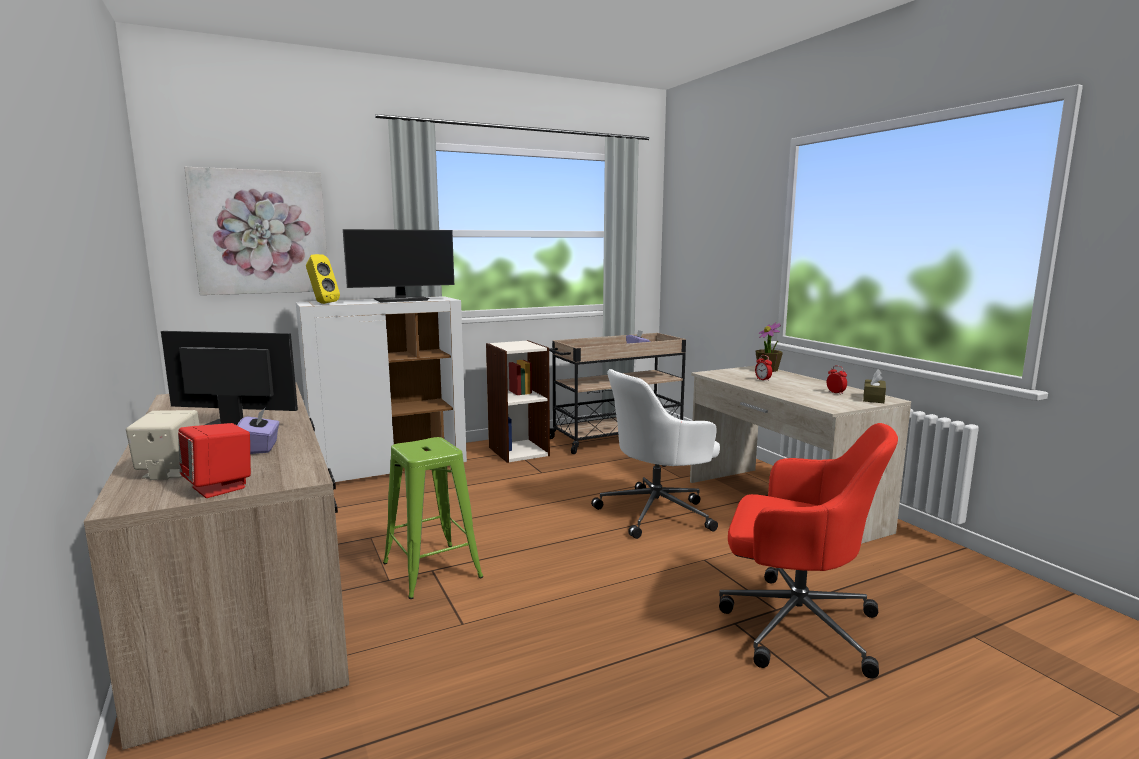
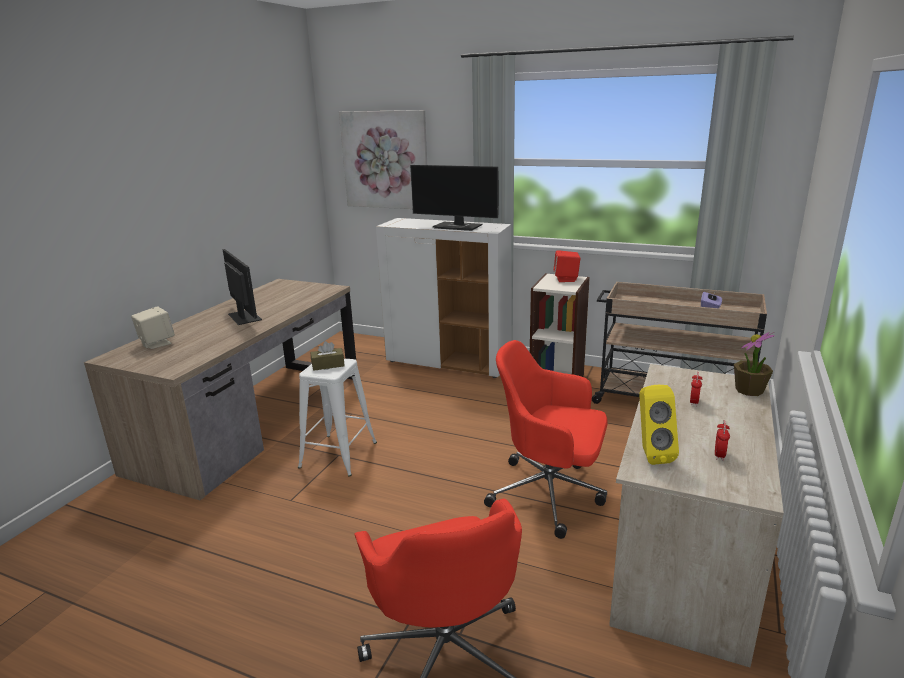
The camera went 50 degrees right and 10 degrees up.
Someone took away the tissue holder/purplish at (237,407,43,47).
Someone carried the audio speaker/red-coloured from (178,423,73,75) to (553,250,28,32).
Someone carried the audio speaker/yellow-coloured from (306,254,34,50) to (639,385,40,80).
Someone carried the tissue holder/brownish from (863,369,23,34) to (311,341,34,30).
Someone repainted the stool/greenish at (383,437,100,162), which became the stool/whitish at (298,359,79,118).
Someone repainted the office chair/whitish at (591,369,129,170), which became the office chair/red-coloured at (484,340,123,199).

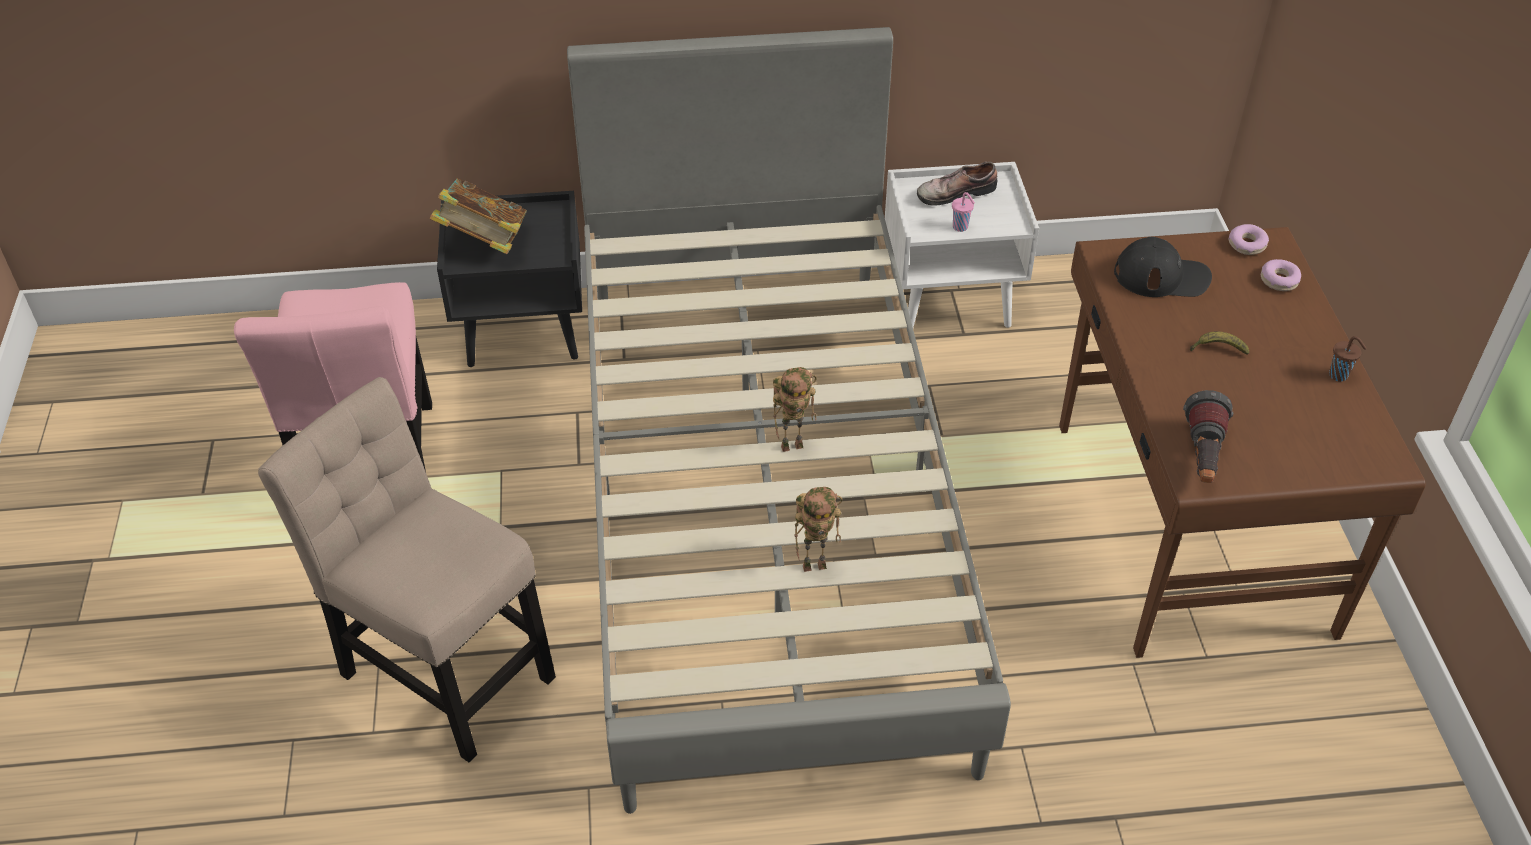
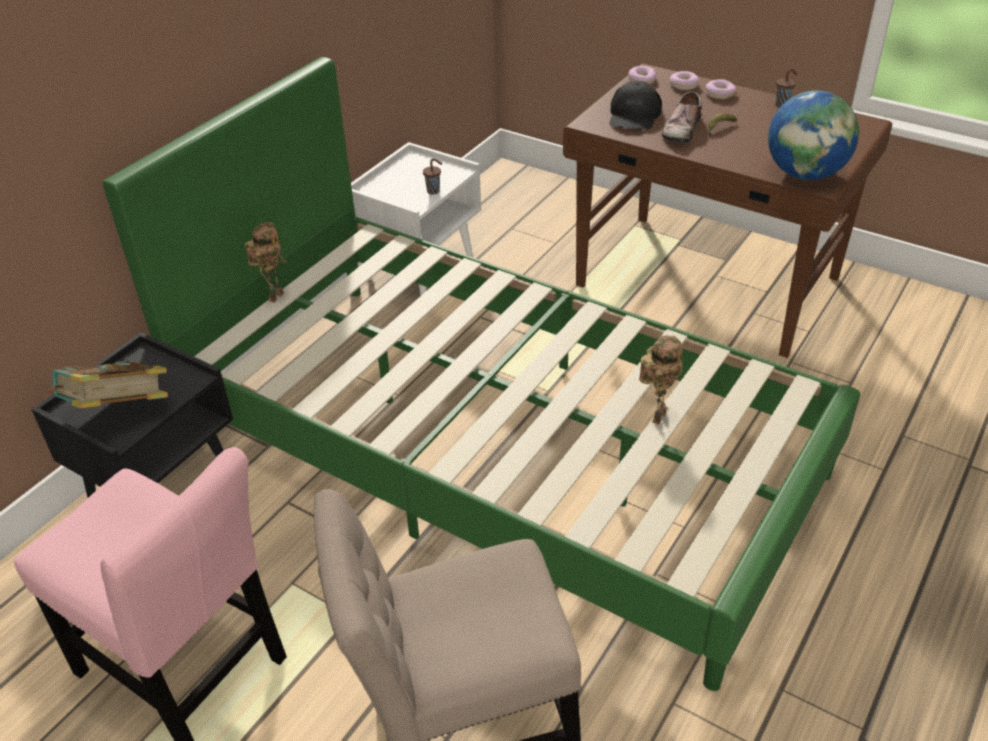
The camera went 50 degrees left and 5 degrees down.
Someone put down the ring doughnut at (706,79,30,20).
Someone carried the toy robot from (773,367,44,85) to (245,222,41,81).
Someone carried the item of footwear from (917,162,80,43) to (662,91,40,52).
Someone swapped the hand torch at (1183,390,50,93) for the world globe at (768,91,91,89).
Someone repainted the bedroom bed/grey at (567,27,444,787), which became the bedroom bed/greenish at (102,57,758,634).
Someone repainted the drinking cup/pink at (952,192,23,40), which became the drinking cup/brownish at (423,159,19,36).
Someone rotated the cap/black at (1114,237,98,60) by 150 degrees clockwise.

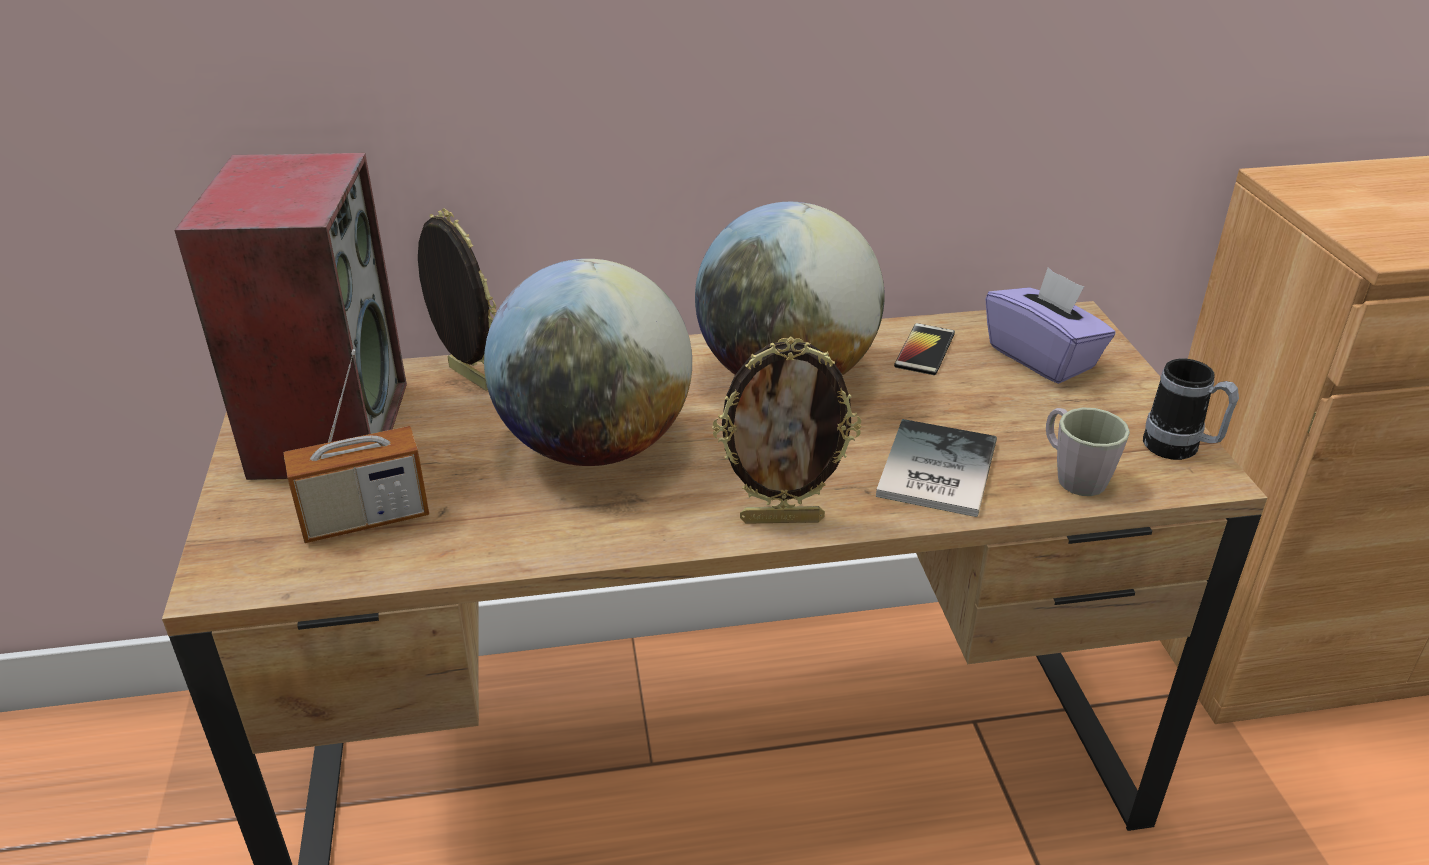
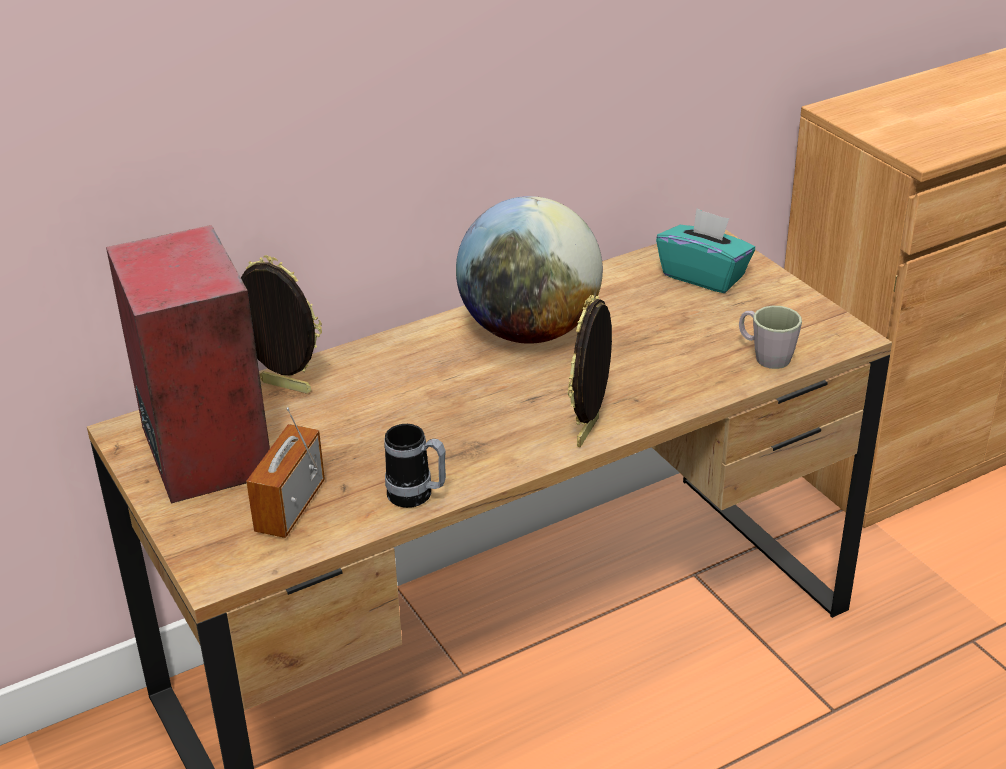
The camera went 20 degrees left and 0 degrees up.
Someone took away the world globe at (484,259,208,207).
Someone took away the book at (876,419,121,98).
Someone took away the telephone at (894,323,61,52).
Someone carried the coffee mug from (1143,359,96,101) to (384,424,62,84).
Someone repainted the tissue holder/purplish at (985,267,130,117), which became the tissue holder/turquoise at (656,208,99,85).
Someone rotated the radio at (283,349,146,194) by 150 degrees clockwise.
Someone rotated the picture frame at (712,336,149,188) by 135 degrees clockwise.

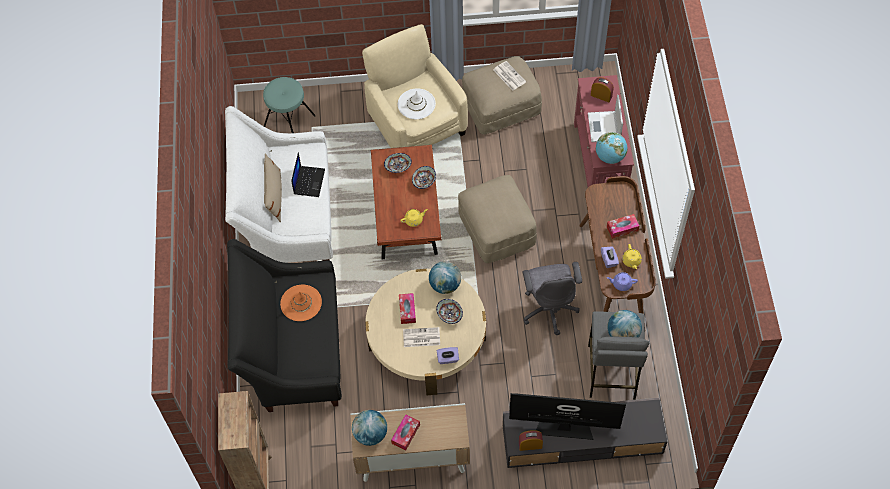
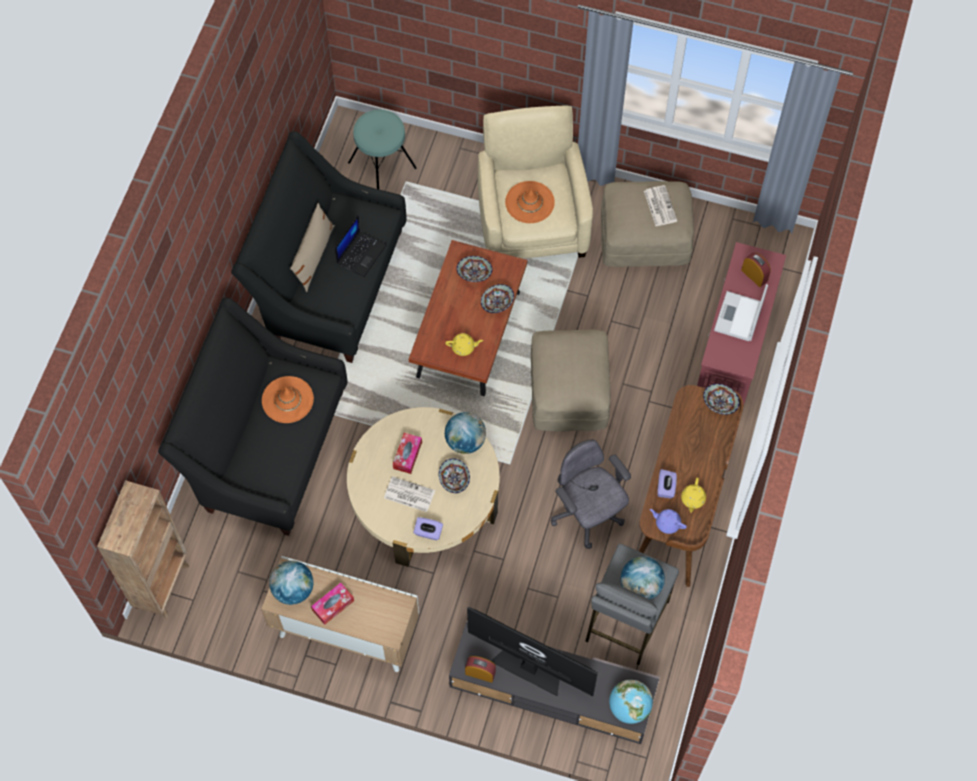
The camera went 20 degrees right and 5 degrees up.
Someone took away the tissue holder at (607,214,32,25).
Someone put down the serving bowl at (703,384,37,31).
Someone carried the world globe from (596,132,31,32) to (609,680,44,44).
Someone repainted the couch/whitish at (225,106,108,157), which became the couch/black at (231,131,176,232).
Someone repainted the hat/whitish at (398,88,38,31), which became the hat/orange-coloured at (505,181,50,42).
Someone rotated the office chair/grey at (523,262,59,73) by 135 degrees clockwise.

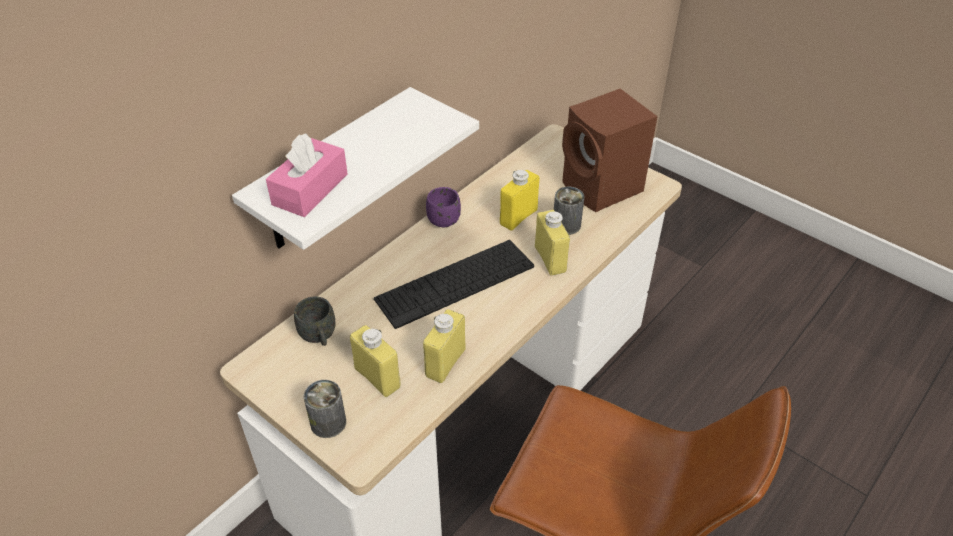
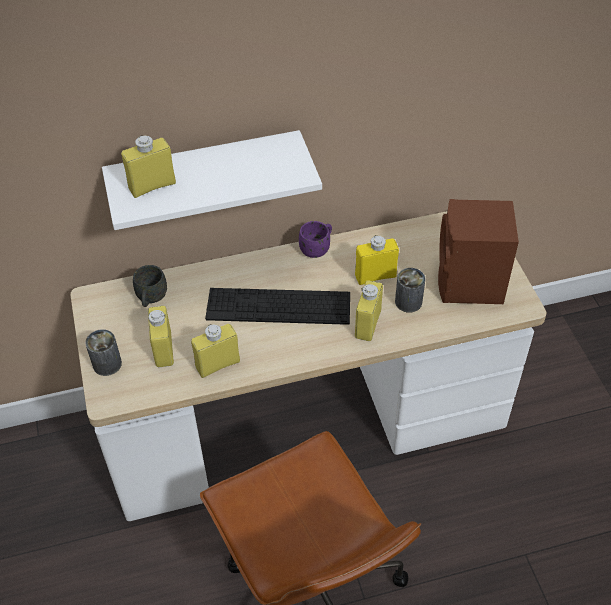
The camera went 35 degrees right and 5 degrees up.
Someone swapped the tissue holder/pink at (266,134,82,83) for the bottle/yellow-coloured at (121,136,55,62).

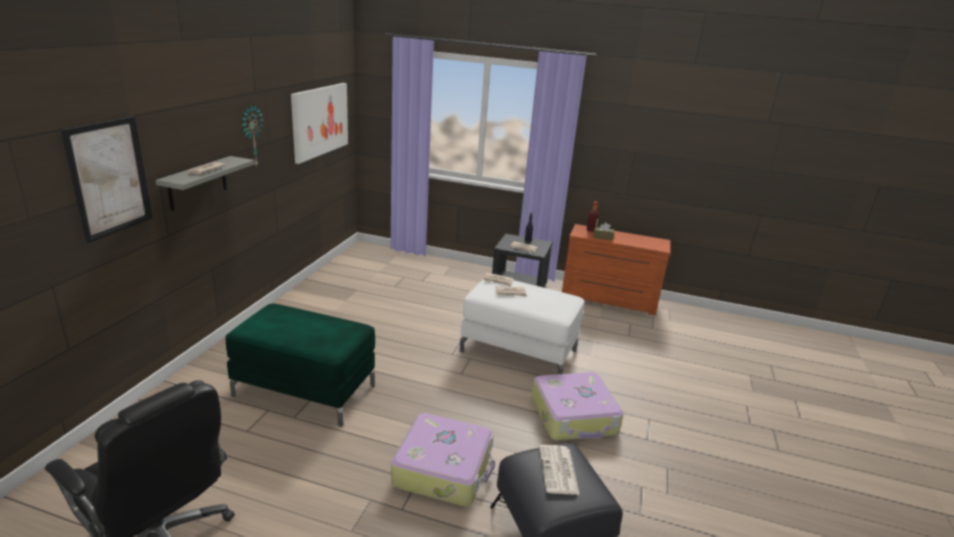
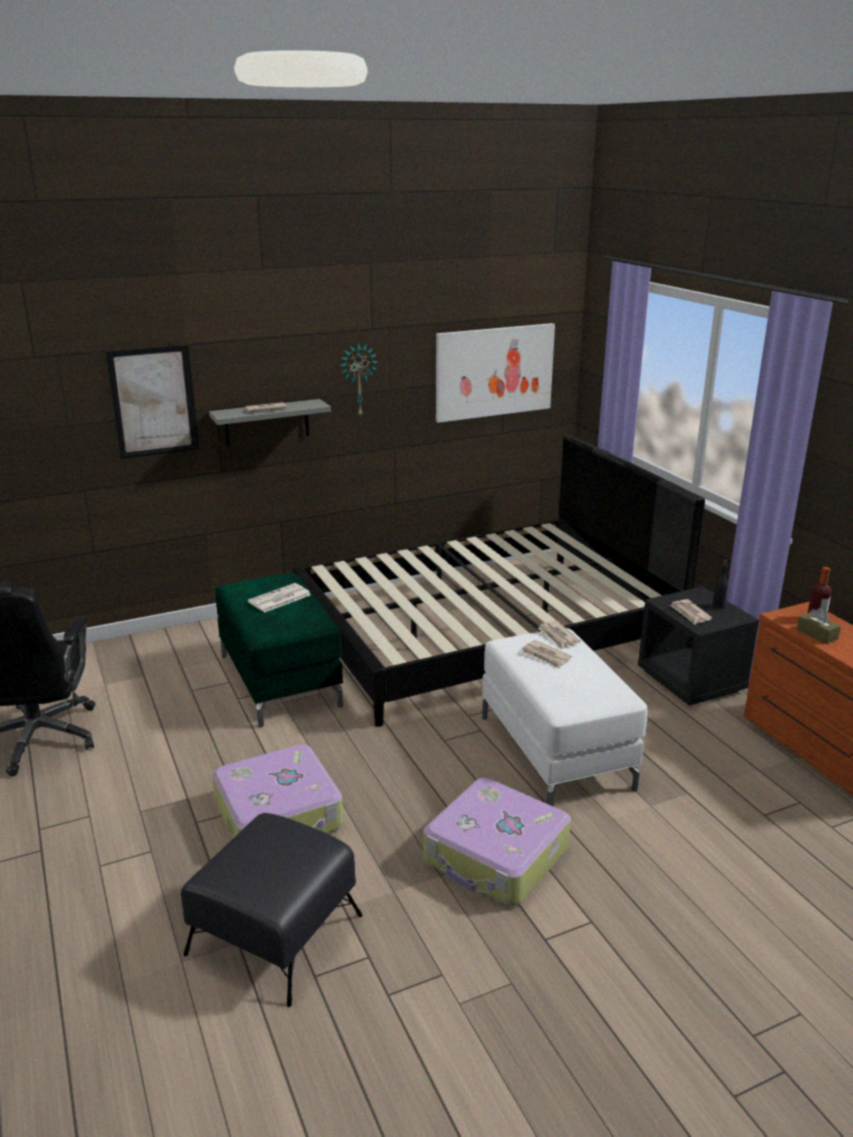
The camera went 50 degrees right and 0 degrees up.
Someone put down the bedroom bed/black at (293,434,412,293).
Someone carried the daily paper from (539,445,41,50) to (248,583,63,30).

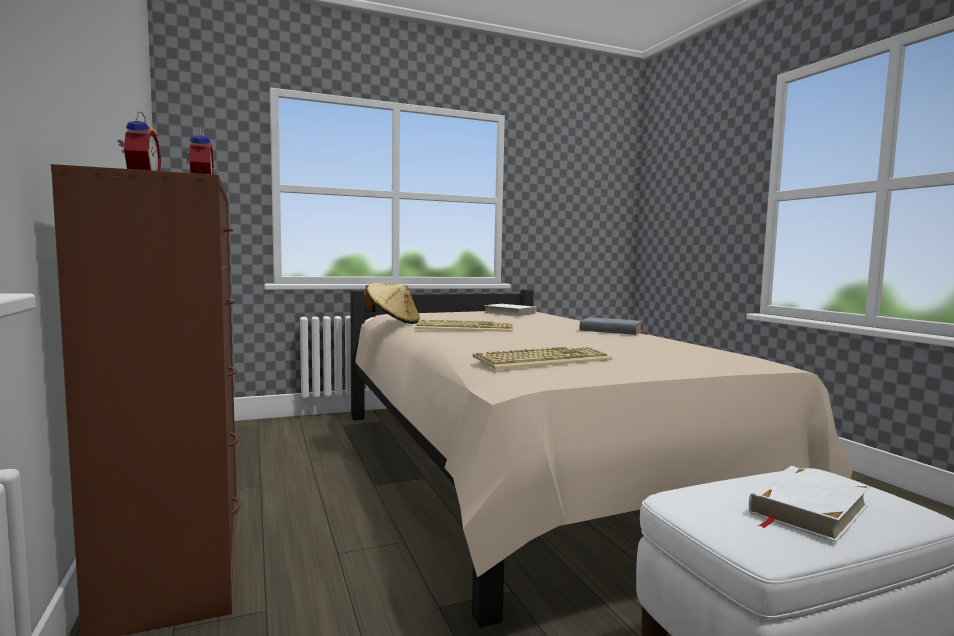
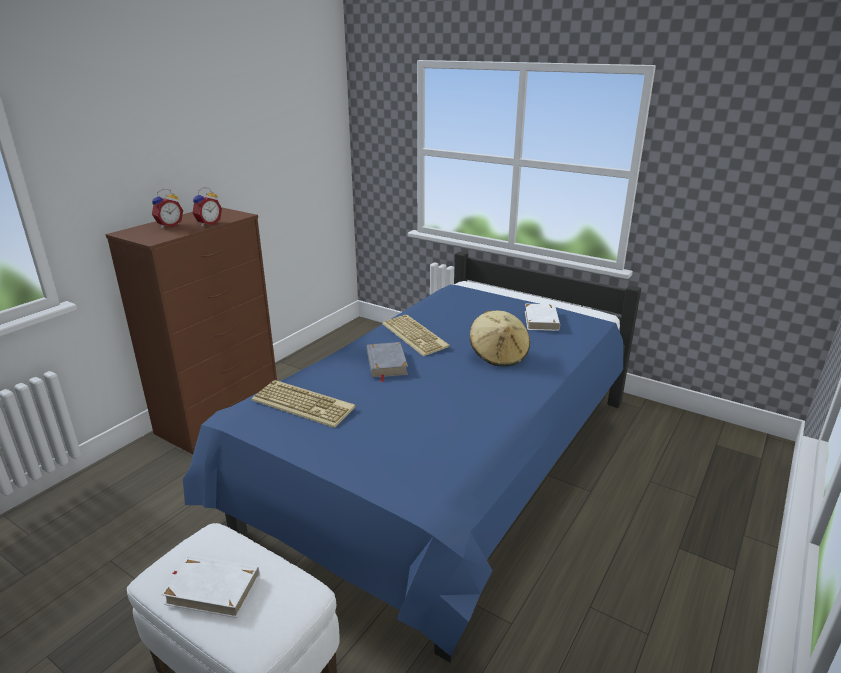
The camera went 55 degrees right and 20 degrees up.
Someone carried the hat/beige-coloured from (365,283,55,41) to (470,311,60,56).
Someone carried the book/grey from (580,317,69,18) to (366,342,42,40).
Someone repainted the bedroom bed/beige-coloured at (350,289,503,339), which became the bedroom bed/bluish at (183,252,458,411).

